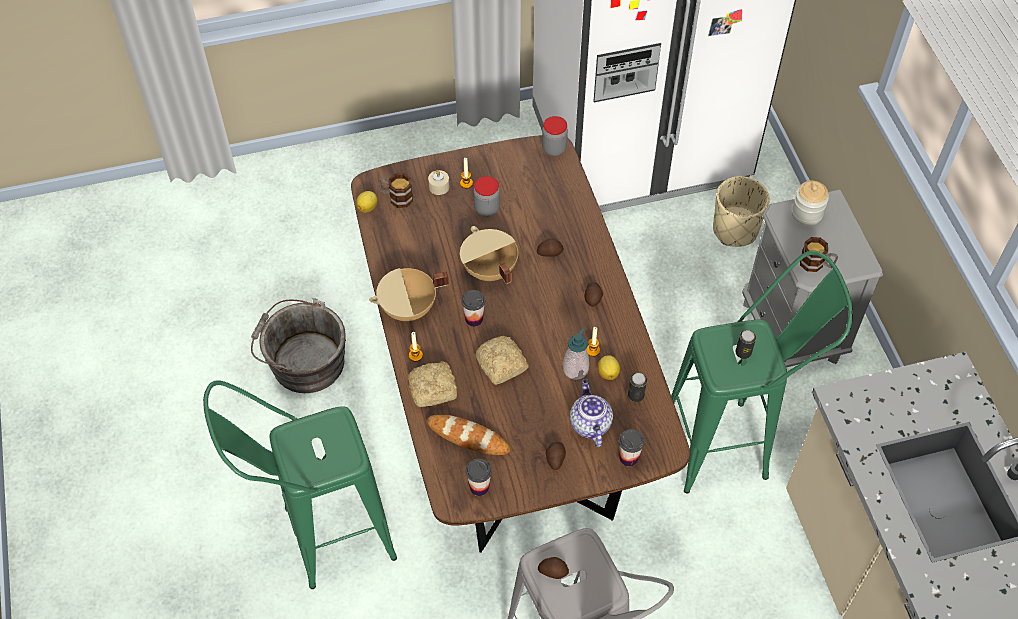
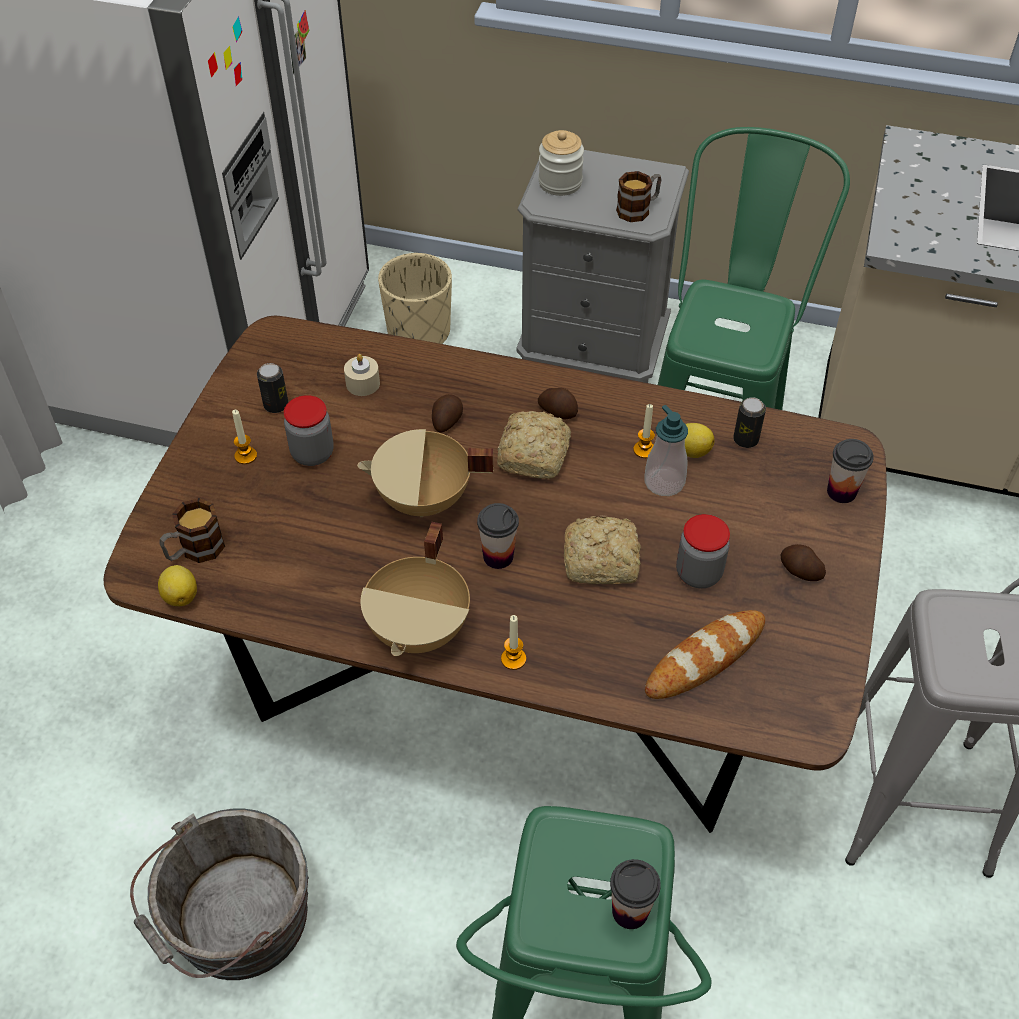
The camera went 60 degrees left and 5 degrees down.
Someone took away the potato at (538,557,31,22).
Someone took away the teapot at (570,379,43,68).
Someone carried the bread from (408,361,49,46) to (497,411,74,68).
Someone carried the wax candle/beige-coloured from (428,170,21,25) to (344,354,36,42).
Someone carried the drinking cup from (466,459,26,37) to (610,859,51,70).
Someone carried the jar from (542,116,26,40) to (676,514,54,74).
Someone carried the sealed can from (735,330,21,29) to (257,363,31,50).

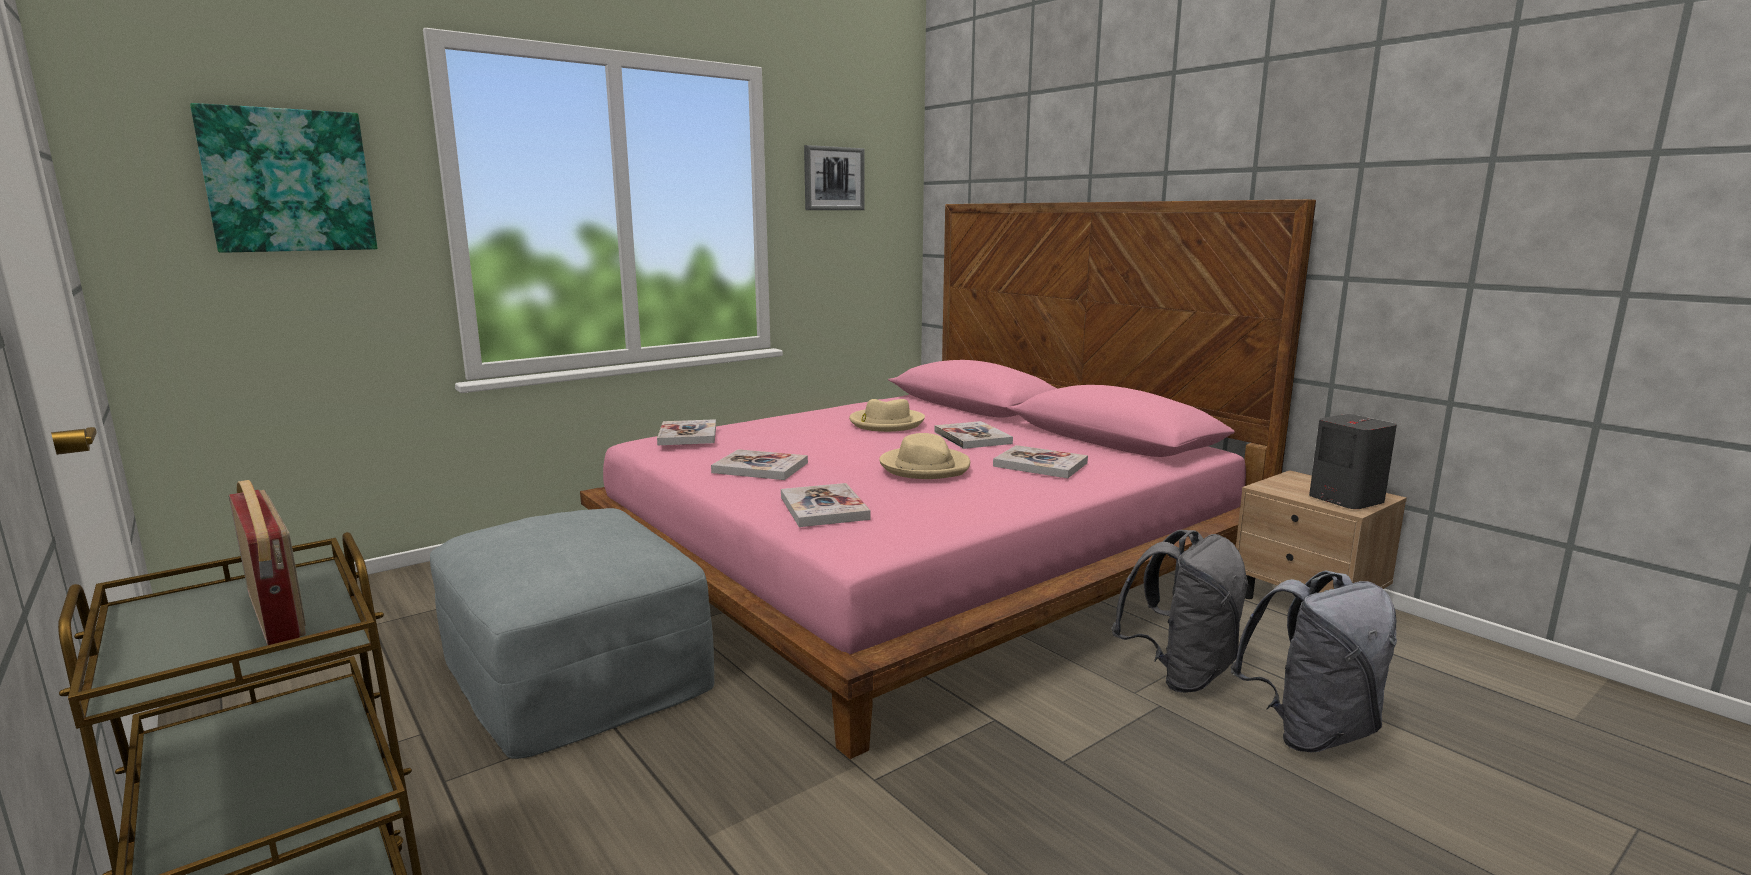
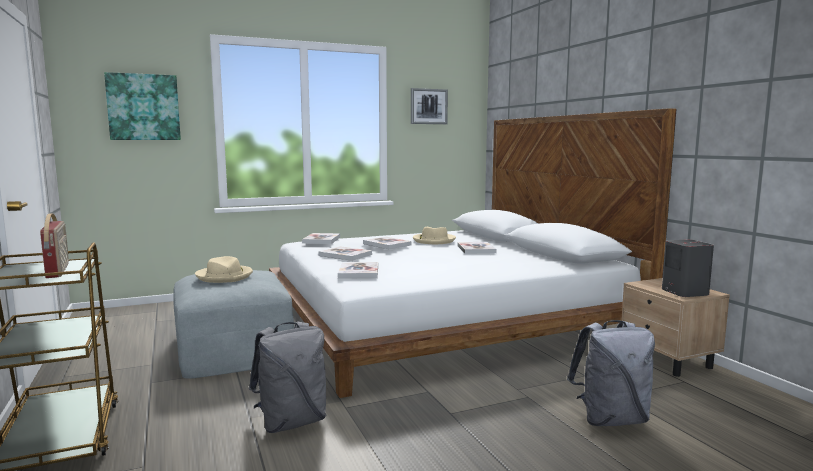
The camera went 15 degrees right and 5 degrees down.
Someone carried the hat/beige-coloured from (879,433,91,46) to (195,256,58,27).
Someone carried the book from (993,445,95,33) to (363,236,49,13).
Someone carried the backpack/grey from (1111,530,137,163) to (249,322,77,111).
Someone repainted the bedroom bed/pink at (580,199,736,560), which became the bedroom bed/whitish at (269,108,407,290).

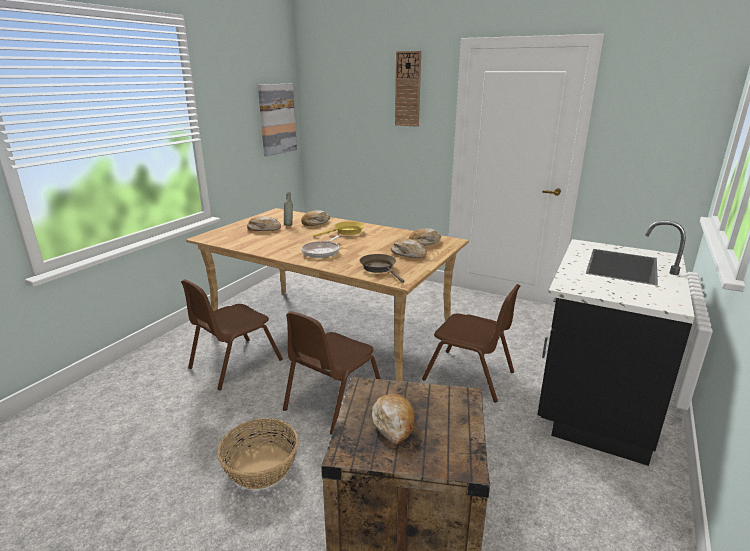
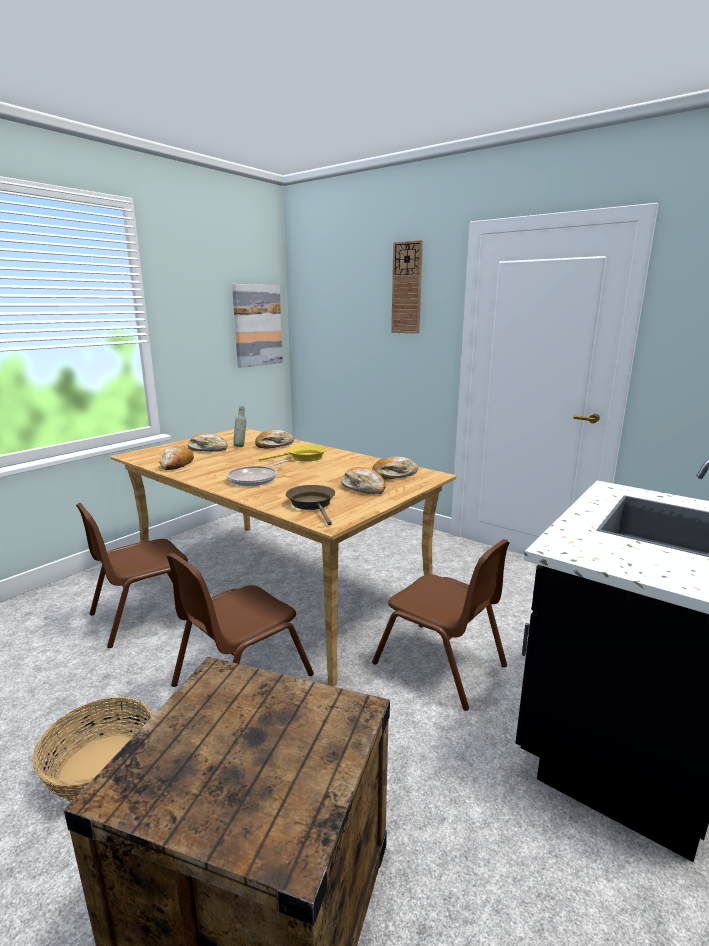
The camera went 10 degrees right and 5 degrees down.
Someone carried the bread from (372,394,43,51) to (159,446,35,24).

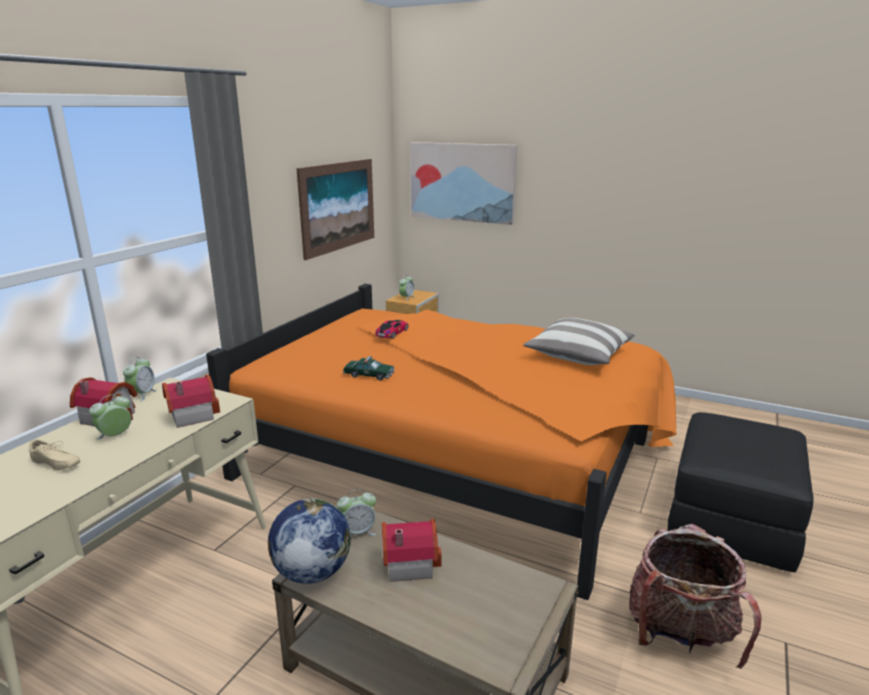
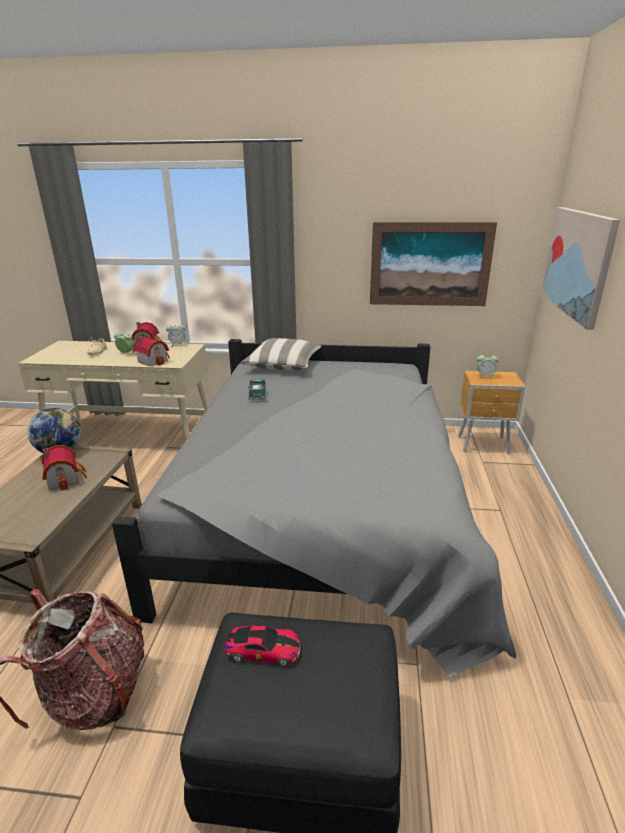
The camera went 70 degrees right and 5 degrees up.
Someone took away the table clock at (337,489,39,48).
Someone carried the model car from (376,320,33,19) to (225,625,76,42).
Someone carried the cushion from (523,318,112,47) to (240,338,81,33).
Someone repainted the bedroom bed/orange-coloured at (206,284,470,316), which became the bedroom bed/grey at (112,339,404,338).

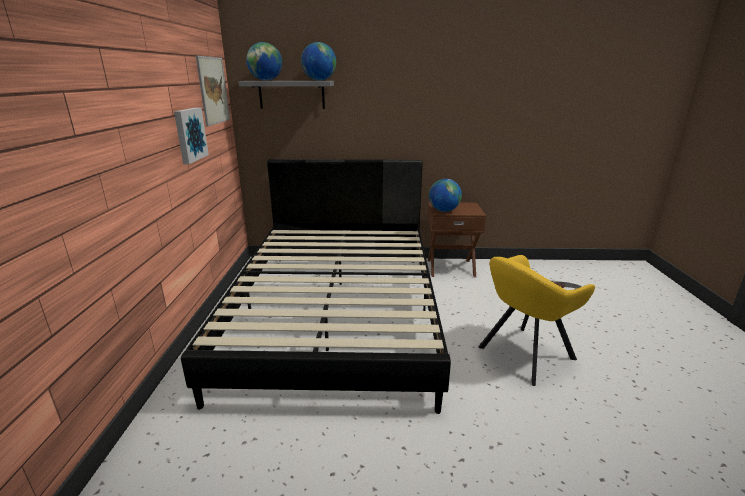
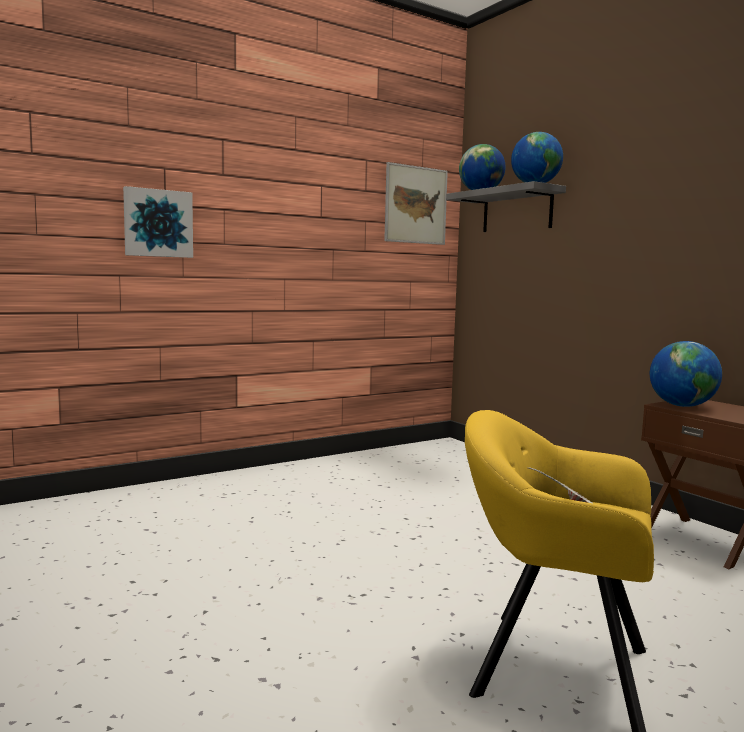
The camera went 55 degrees right and 15 degrees down.
Someone took away the bedroom bed/black at (181,159,270,255).
Someone carried the picture from (174,107,35,57) to (123,186,70,72).

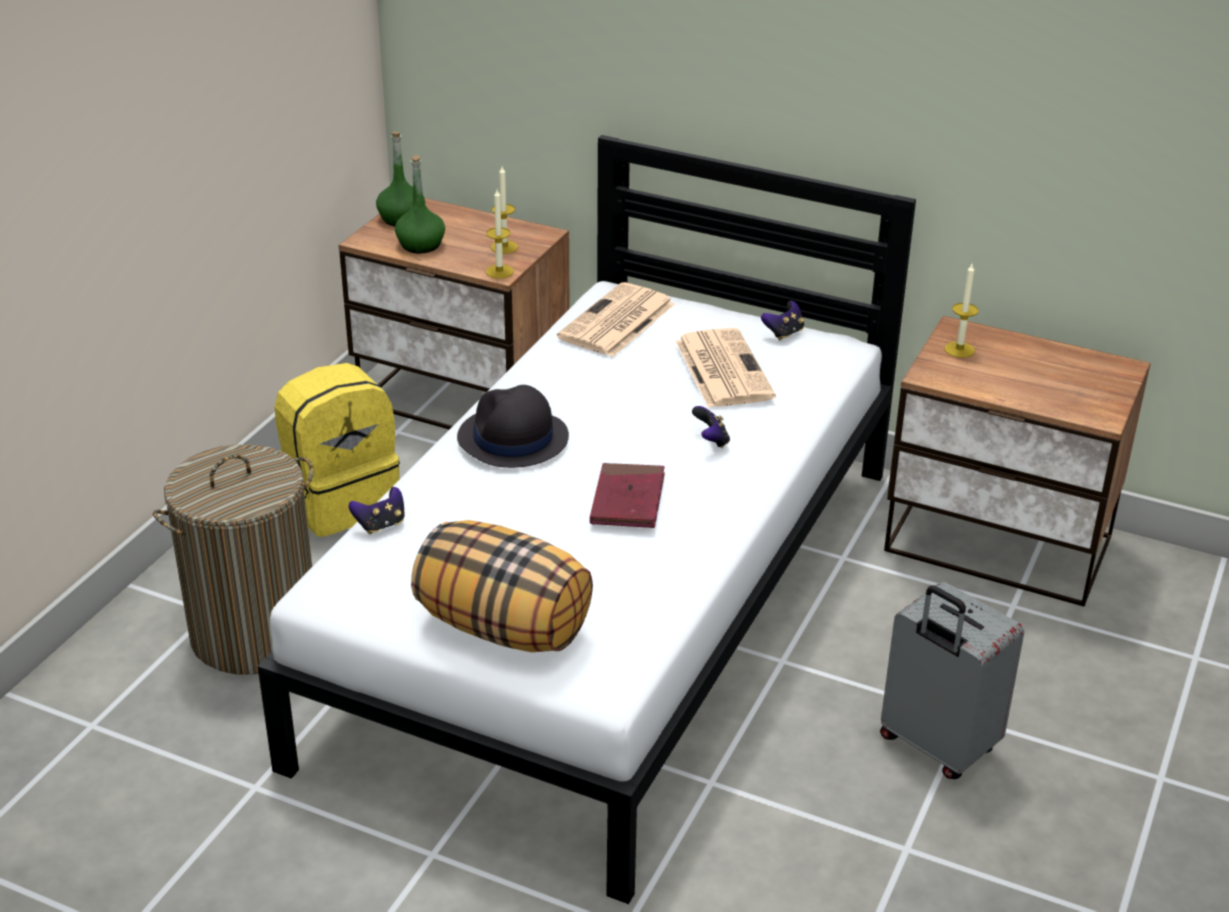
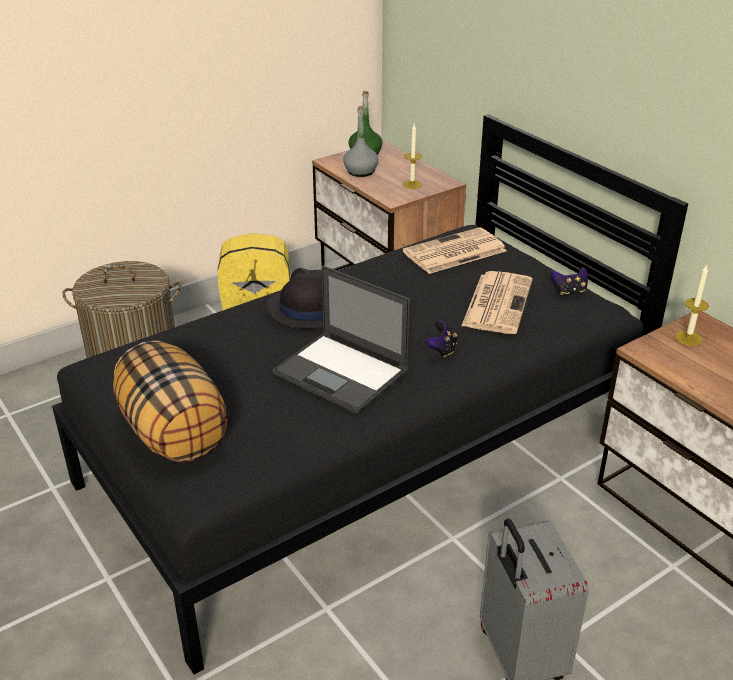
The camera went 30 degrees right and 0 degrees up.
Someone took away the gamepad at (349,487,55,47).
Someone took away the wax candle at (485,190,29,89).
Someone swapped the book/red-coloured at (590,463,75,65) for the portable computer at (272,265,138,149).
Someone repainted the bedroom bed/whitish at (258,135,658,769), which became the bedroom bed/black at (52,114,636,561).
Someone repainted the bottle/greenish at (395,155,50,98), which became the bottle/grey at (343,106,36,71).

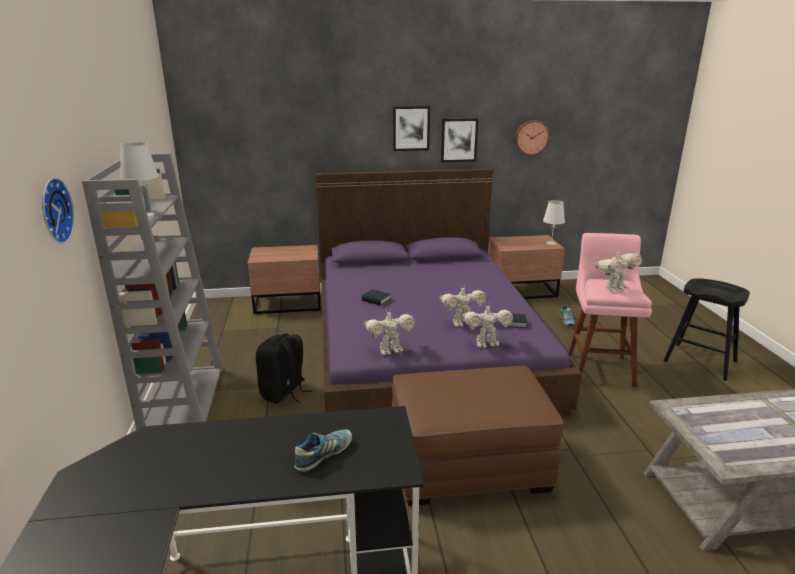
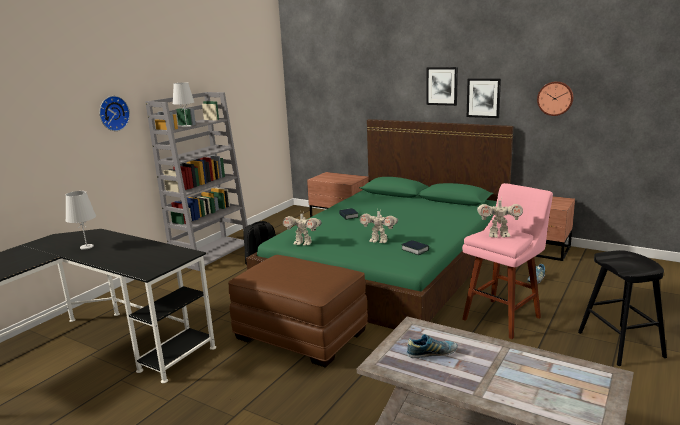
The camera went 40 degrees right and 5 degrees down.
Someone took away the toy robot at (463,306,50,41).
Someone carried the item of footwear from (294,429,58,43) to (407,334,51,24).
Someone carried the tabletop lamp/whitish from (543,200,22,45) to (65,191,31,59).
Someone repainted the bedroom bed/purplish at (316,169,266,247), which became the bedroom bed/greenish at (246,119,267,210).

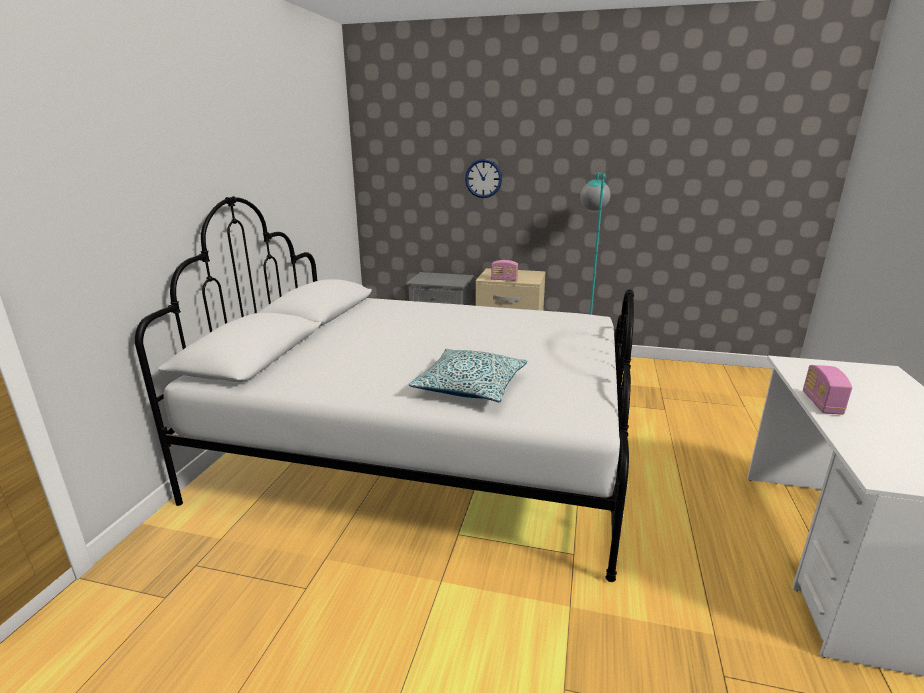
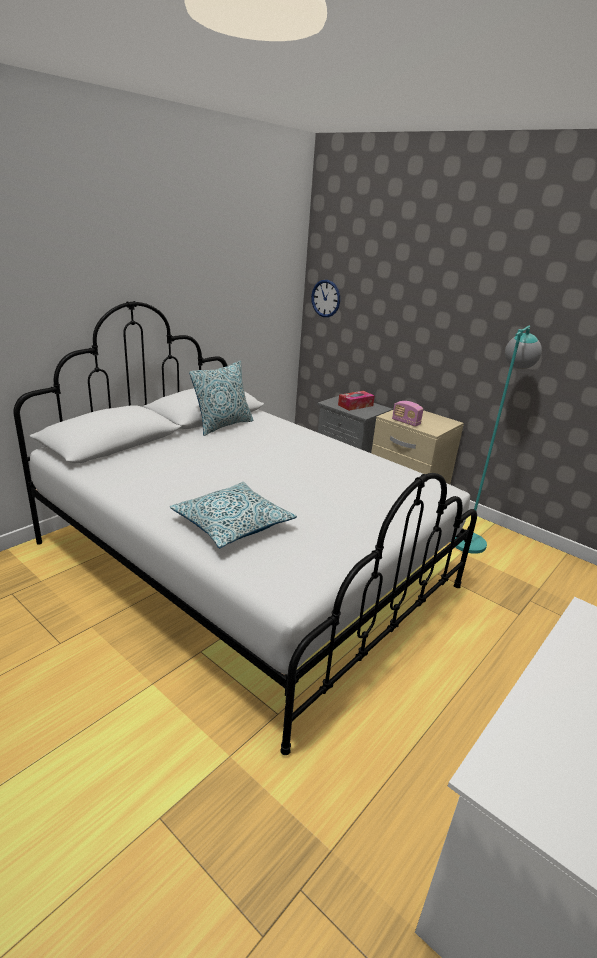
The camera went 25 degrees right and 5 degrees up.
Someone took away the radio at (803,365,49,50).
Someone put down the cushion at (189,361,64,75).
Someone put down the tissue holder at (338,391,37,20).
Someone carried the wall clock from (465,159,37,39) to (311,280,29,37).

